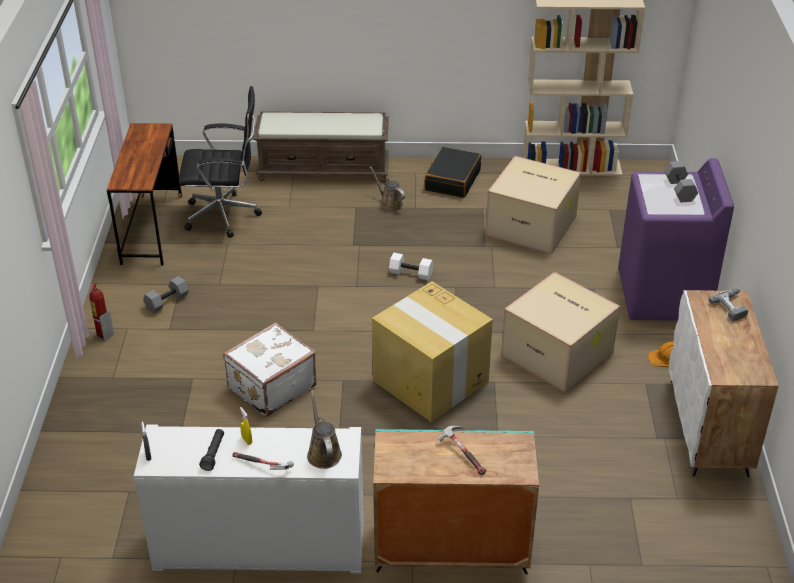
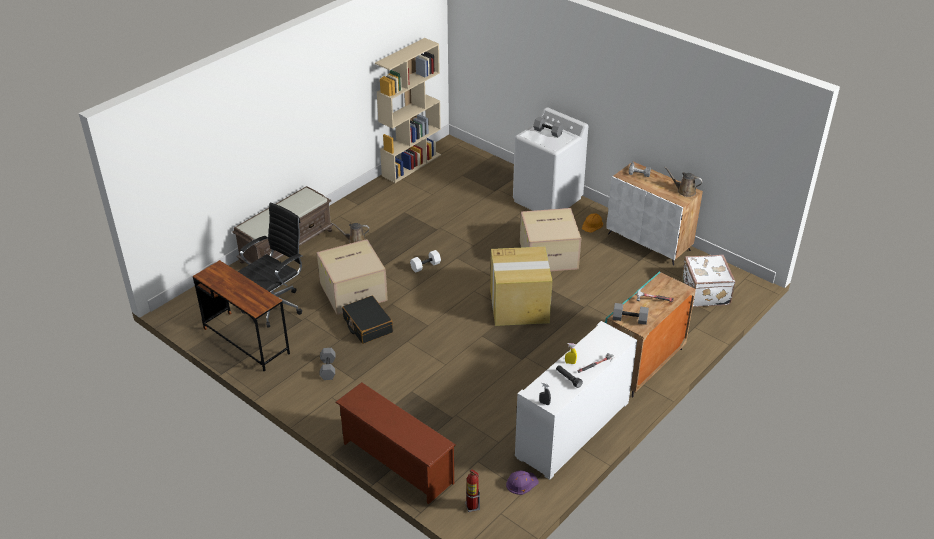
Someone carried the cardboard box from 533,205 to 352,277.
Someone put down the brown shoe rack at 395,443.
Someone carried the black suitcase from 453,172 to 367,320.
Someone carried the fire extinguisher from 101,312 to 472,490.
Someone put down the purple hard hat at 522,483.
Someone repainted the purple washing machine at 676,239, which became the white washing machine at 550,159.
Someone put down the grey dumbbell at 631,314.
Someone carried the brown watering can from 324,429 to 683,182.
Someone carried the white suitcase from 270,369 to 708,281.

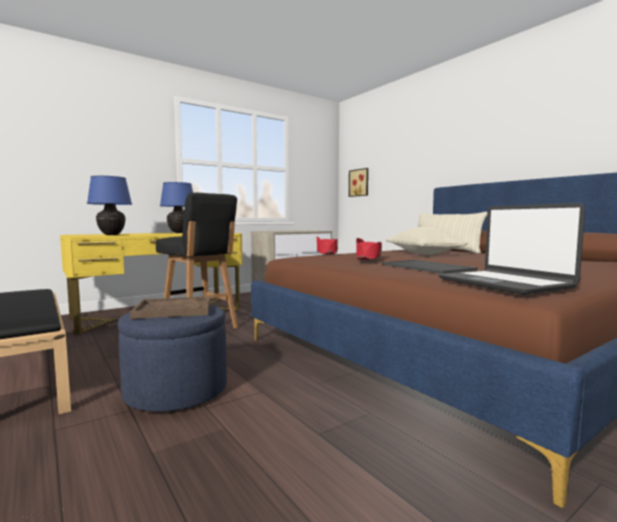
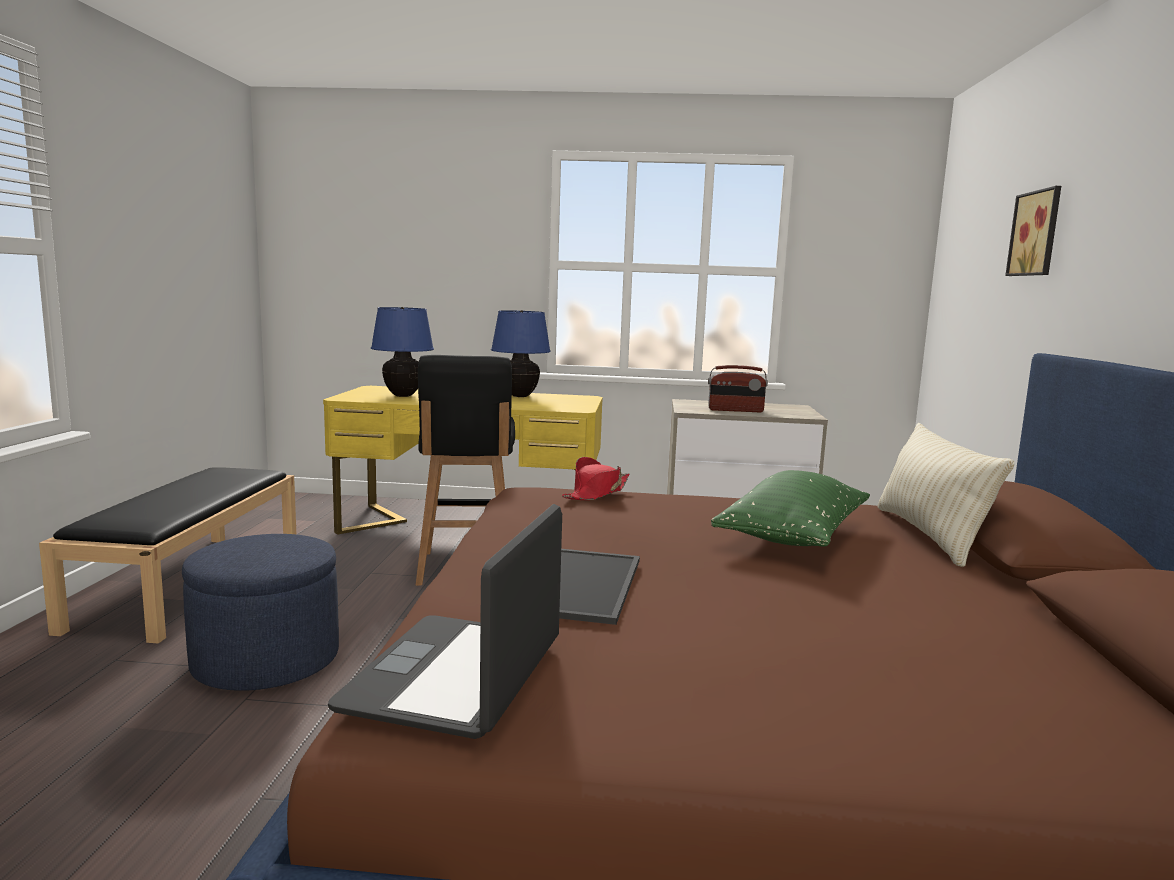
Someone put down the radio at 738,388.
Someone repainted the beige pillow at 426,241, which became the green pillow at 790,508.
Someone carried the picture from 358,182 to 1033,231.
Someone took away the brown tray at 170,308.
Someone took away the red hat at 369,249.

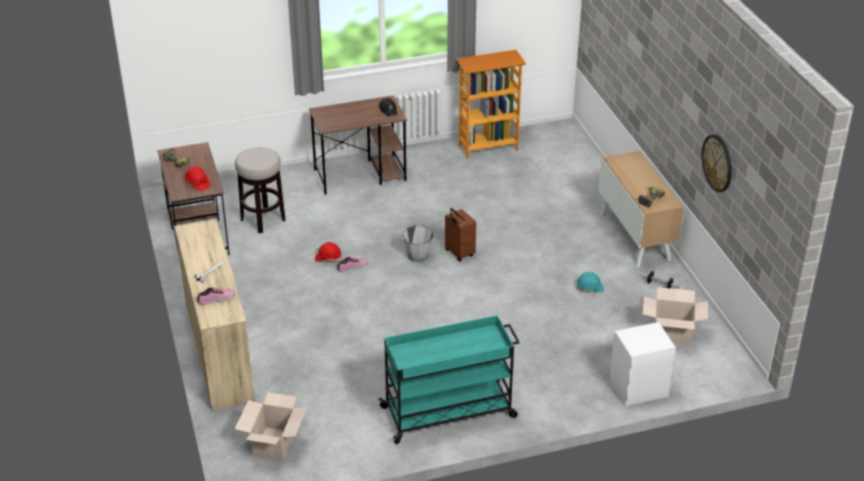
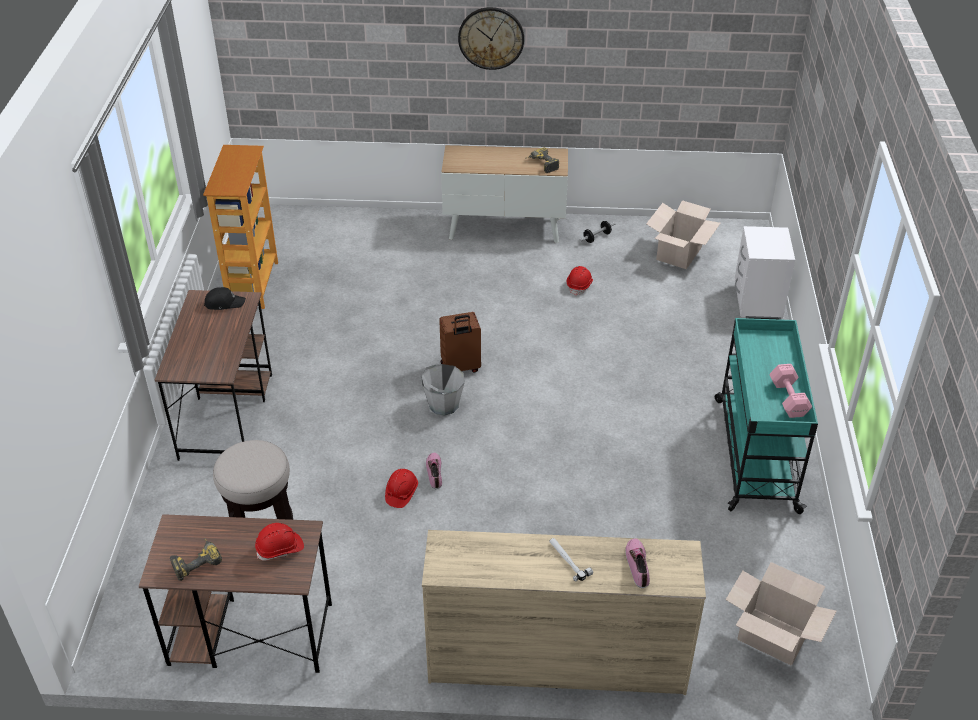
Someone carried the wall clock from 717,163 to 491,38.
Someone repainted the turquoise hard hat at 590,282, which became the red hard hat at 580,281.
Someone put down the pink dumbbell at 790,391.

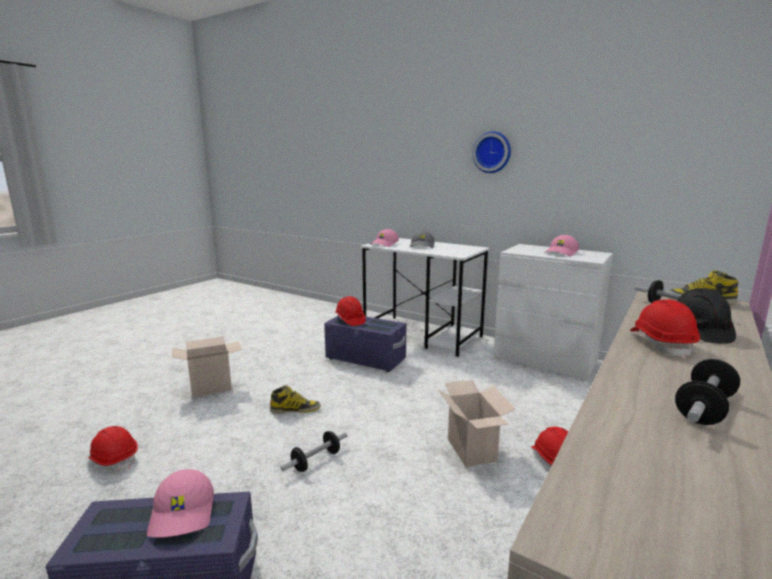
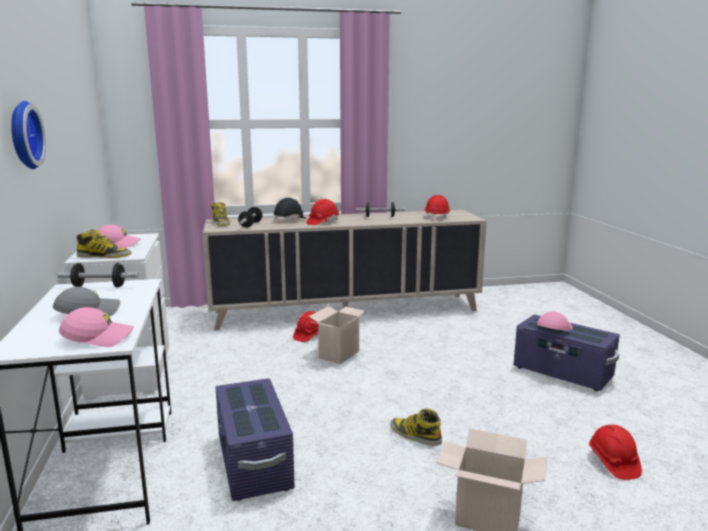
Someone carried the dumbbell from 314,451 to 98,275.
Someone put down the boot at 104,243.
Someone carried the red hard hat from 350,311 to 437,208.

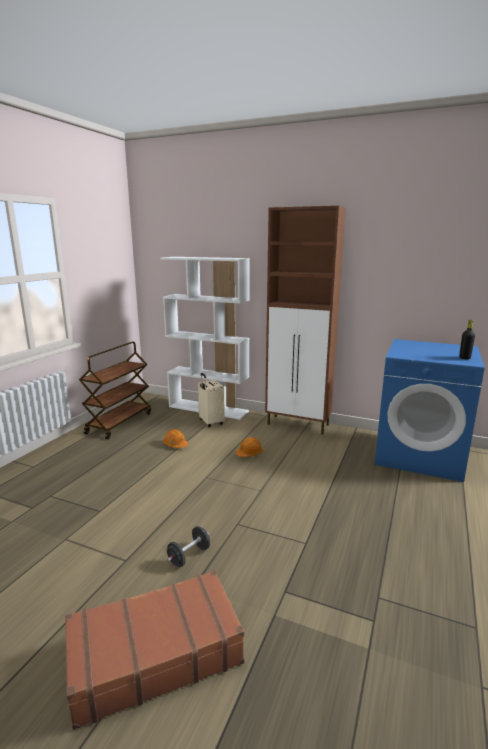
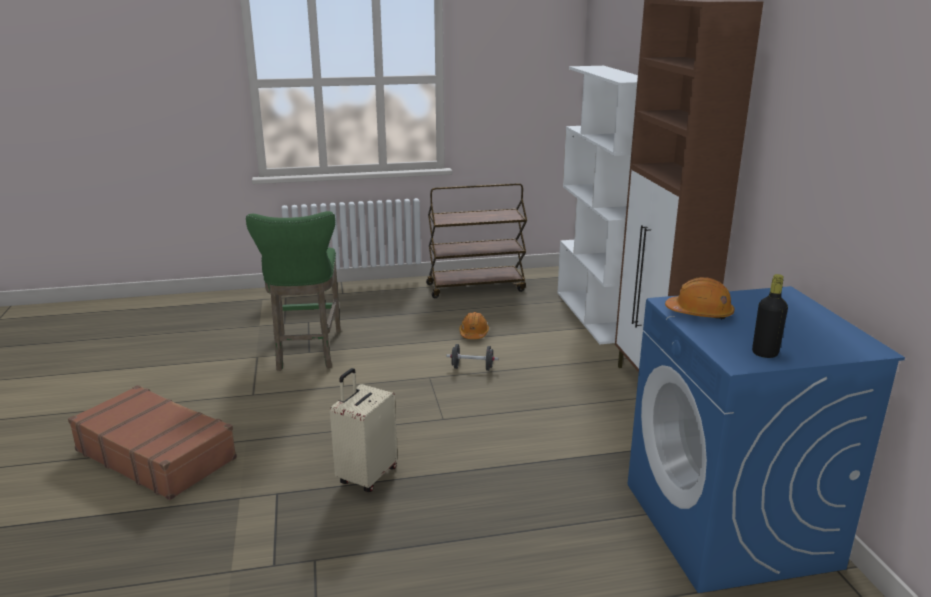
Someone put down the green stool at 293,291.
Someone carried the beige suitcase from 211,400 to 363,430.
Someone carried the black dumbbell from 188,546 to 472,357.
Someone carried the orange hard hat from 249,447 to 700,298.

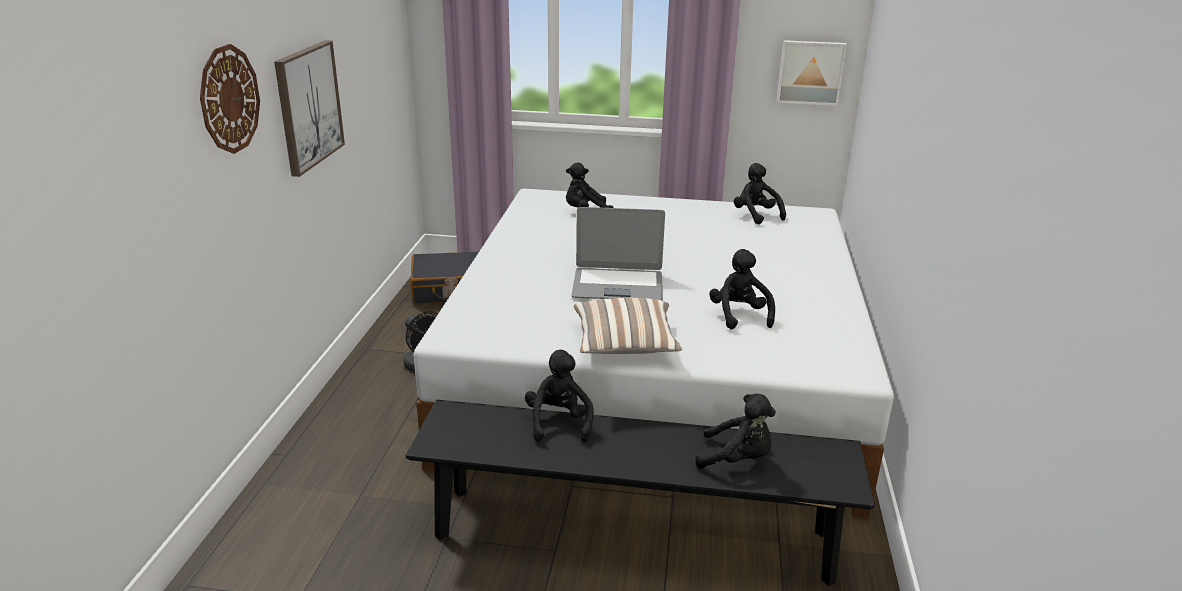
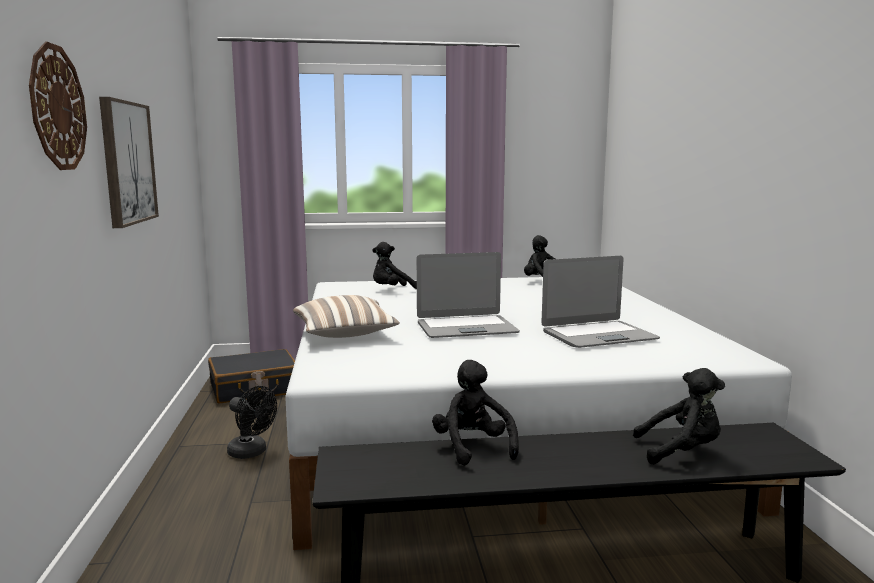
Someone carried the pillow from 628,326 to 346,316.
Someone swapped the black plush toy at 742,289 for the laptop at 600,302.
Someone took away the picture at 812,73.

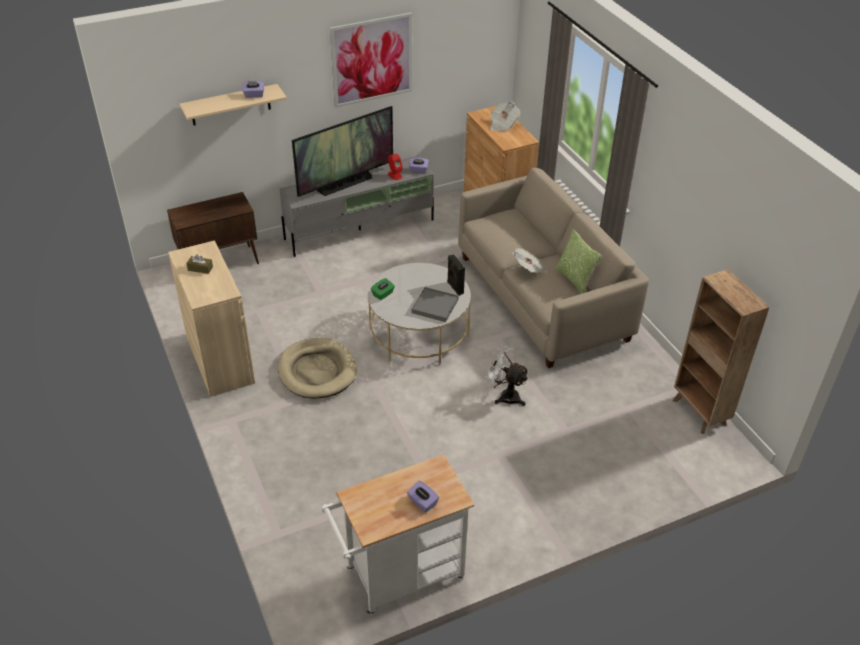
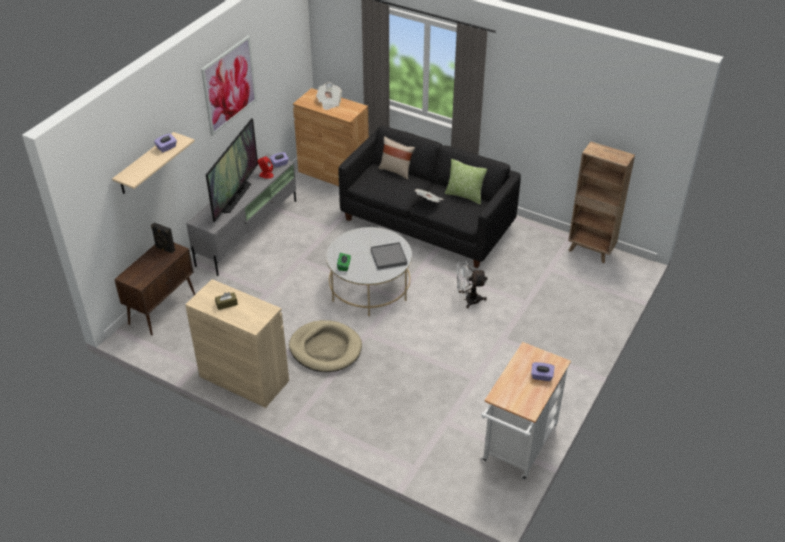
Someone carried the black speaker from 456,275 to 163,238.
Someone repainted the beige sofa at 553,268, which became the black sofa at 430,197.
Someone put down the beige pillow at 396,158.

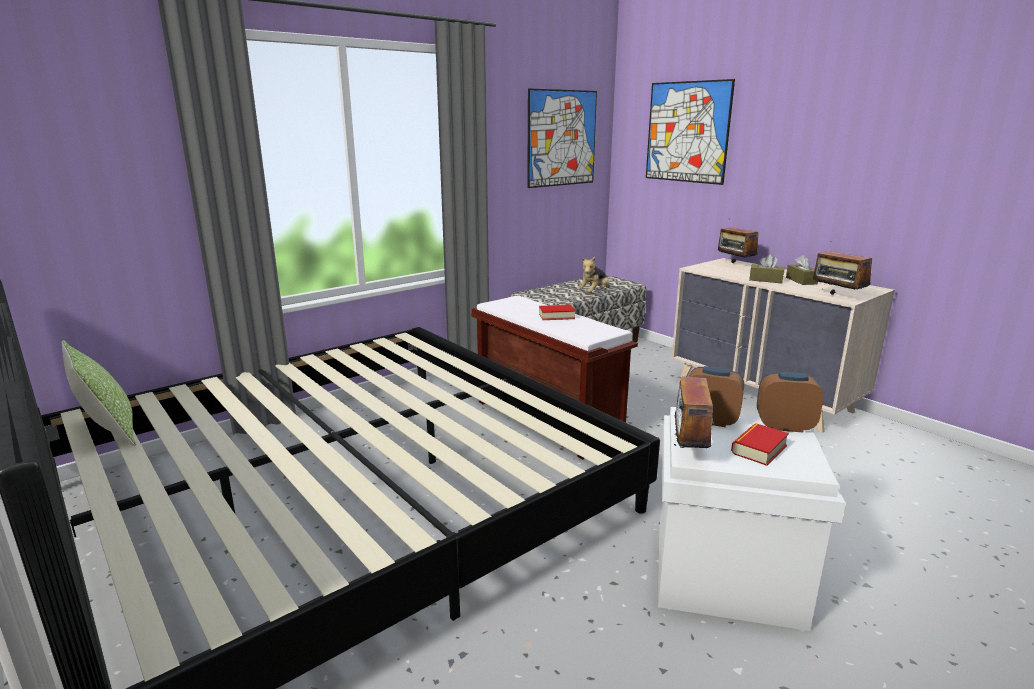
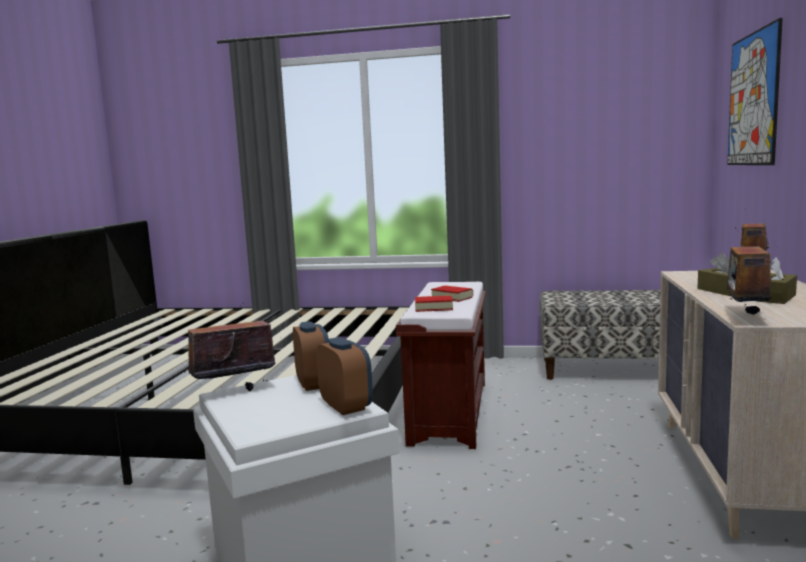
Someone carried the book from 760,444 to 434,303.
Someone took away the pillow at 98,393.
Someone took away the picture at 562,138.
Someone took away the plush toy at 593,275.

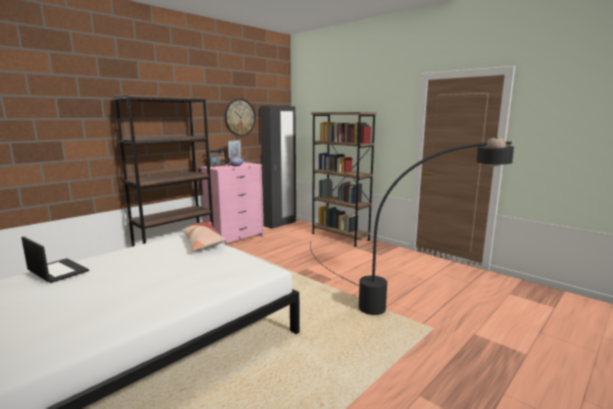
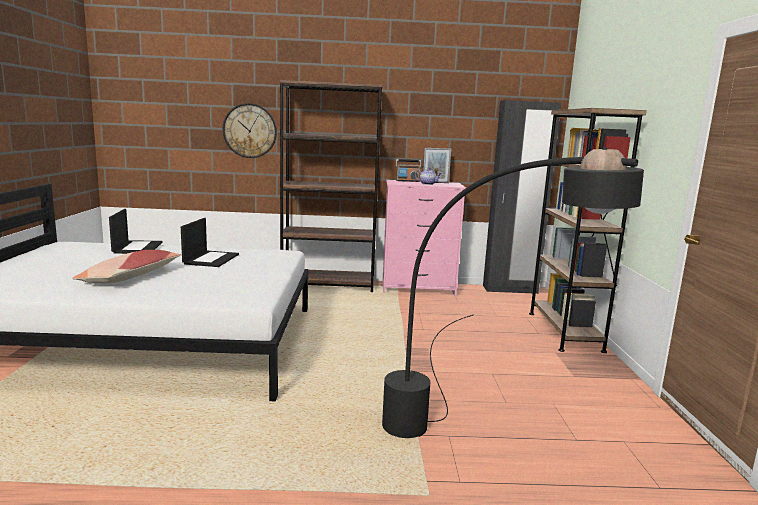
Someone carried the pillow from 203,236 to 126,267.
Someone put down the laptop at 210,242.
Someone carried the wall clock from 240,117 to 250,130.

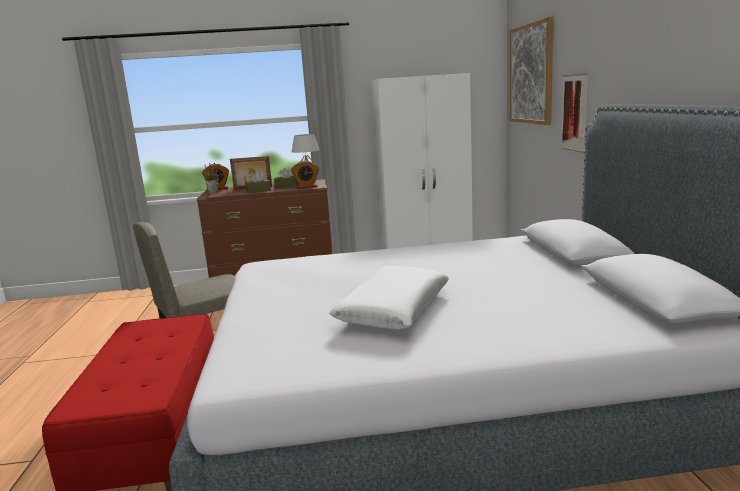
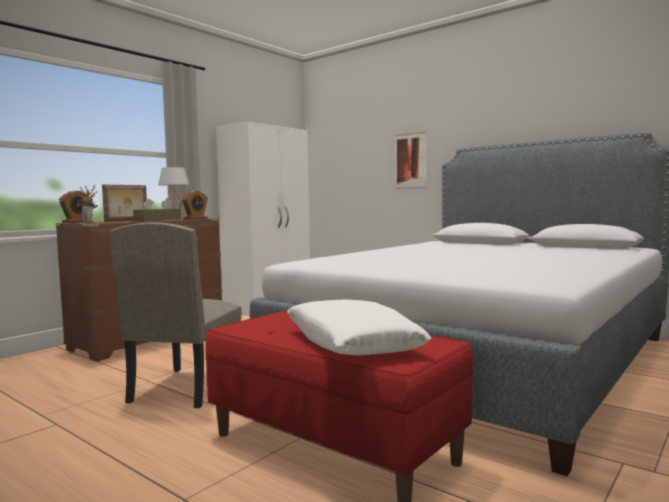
Someone carried the white pillow from 389,298 to 359,327.
Someone took away the picture at 532,70.

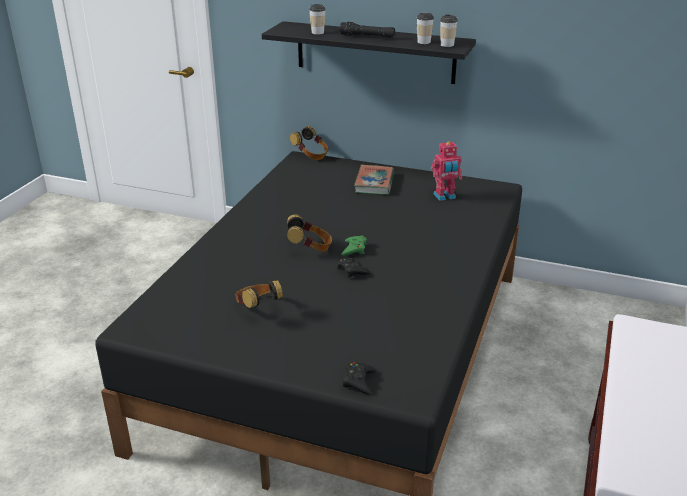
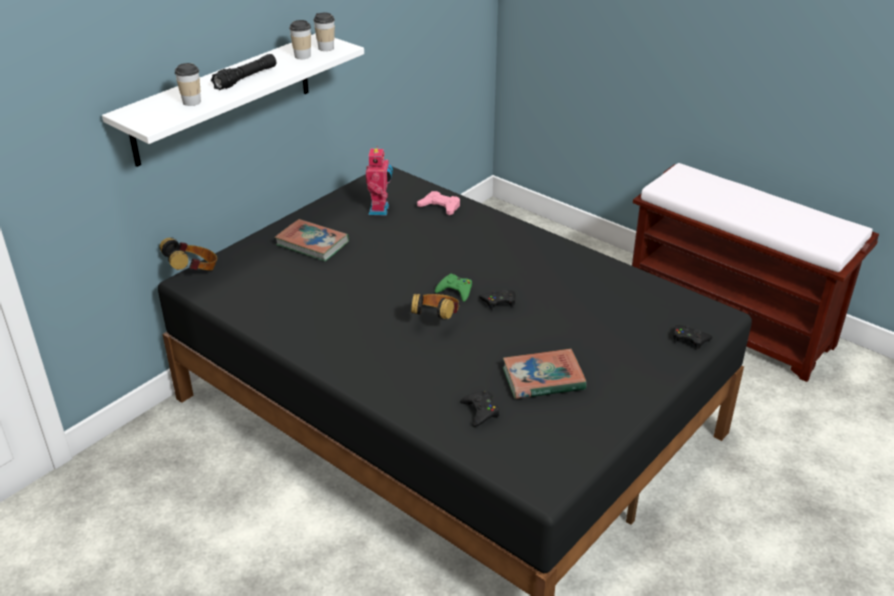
Someone repainted the black shelf at 369,52, which became the white shelf at 233,100.
Someone put down the pink game controller at 438,203.
Someone put down the black game controller at 479,409.
Someone swapped the headphones at 259,294 for the book at 544,373.

